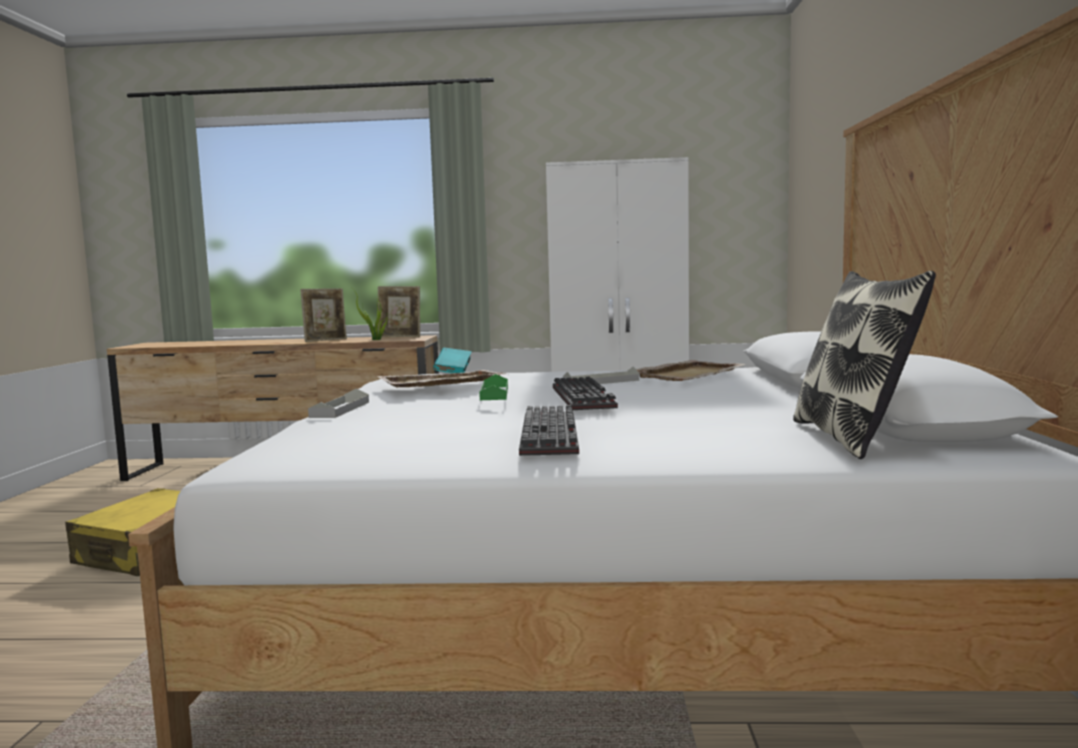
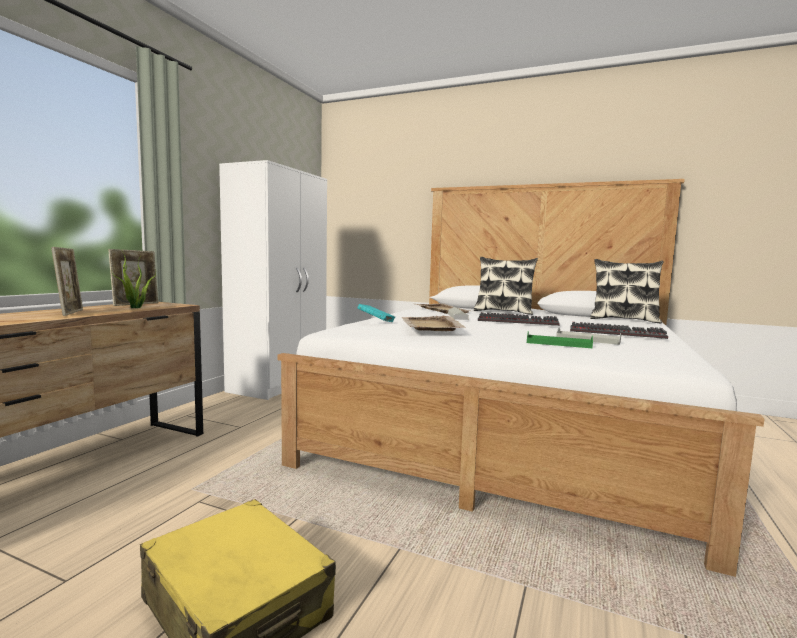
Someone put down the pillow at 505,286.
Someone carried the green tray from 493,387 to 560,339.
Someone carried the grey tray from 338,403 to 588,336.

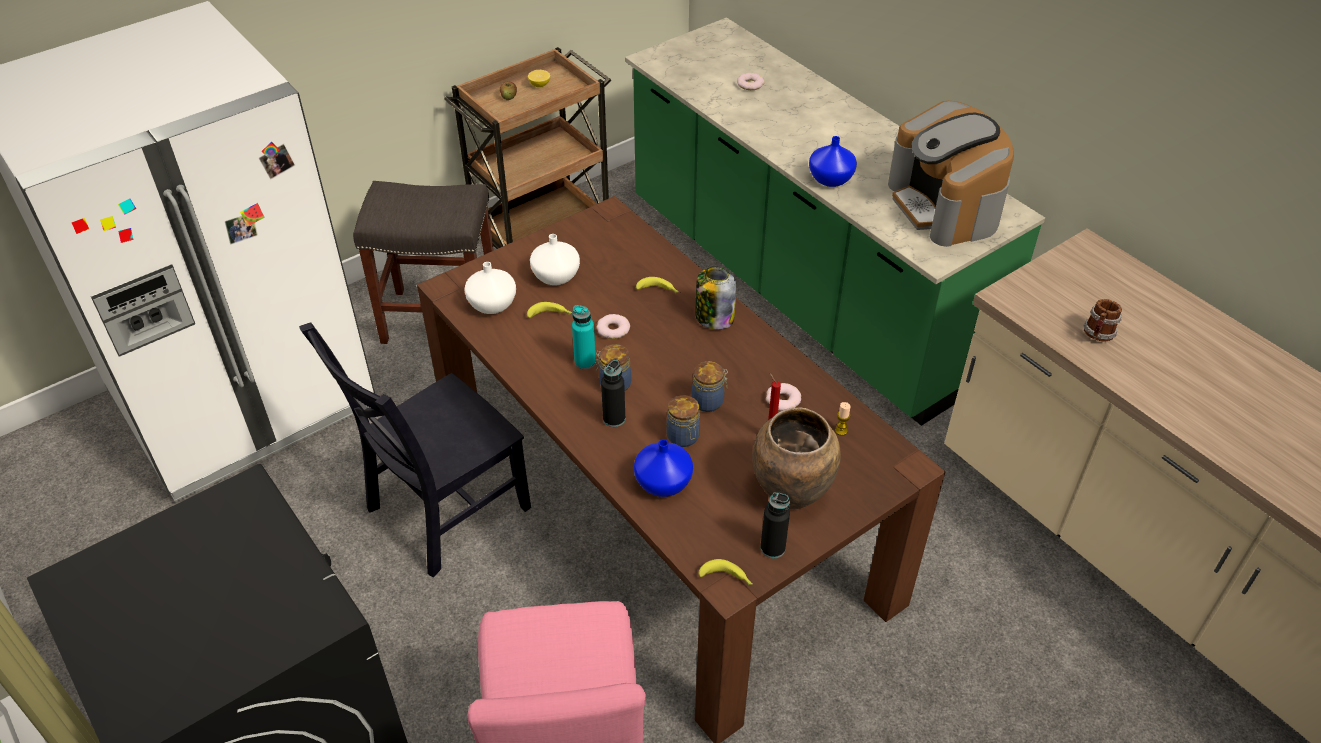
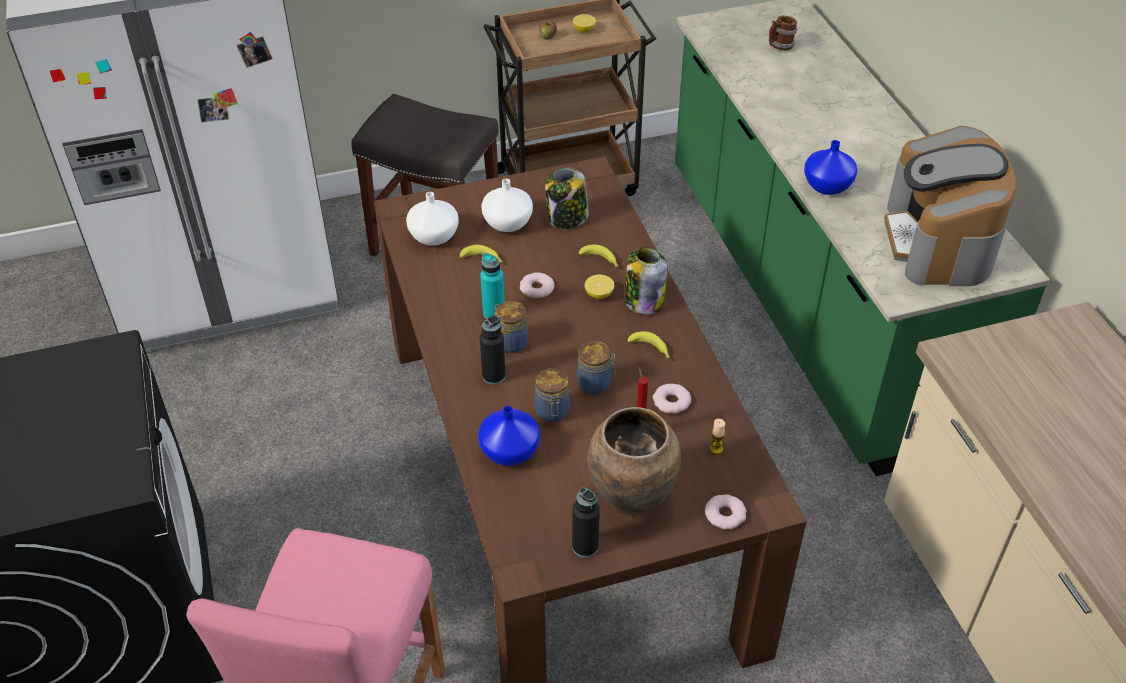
Someone put down the jar at 567,198.
Someone put down the lemon at 599,287.
Someone carried the banana from 725,572 to 649,344.
Someone carried the donut from 751,81 to 726,512.
Someone carried the mug from 1102,320 to 783,33.
Someone took away the black chair at 415,449.

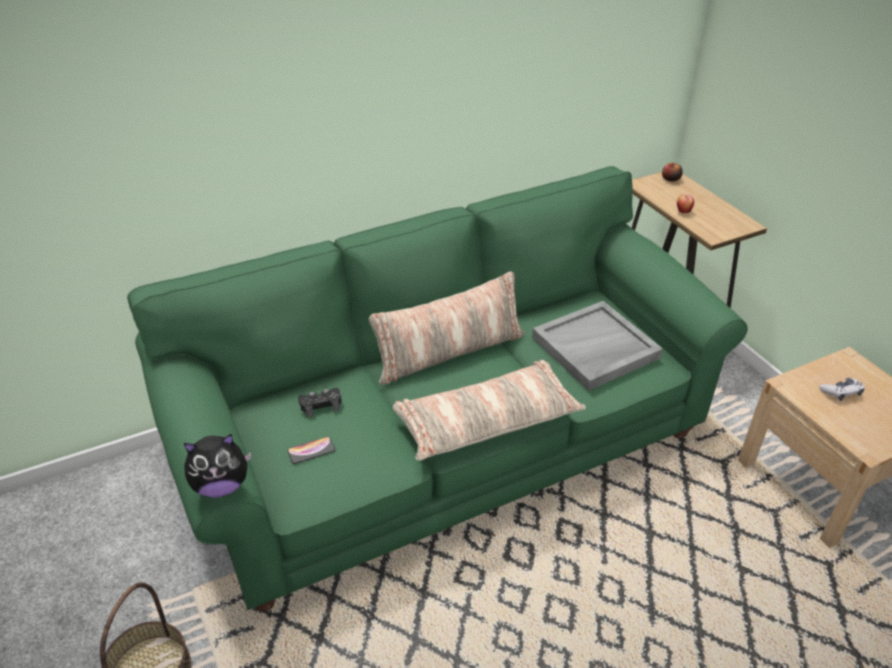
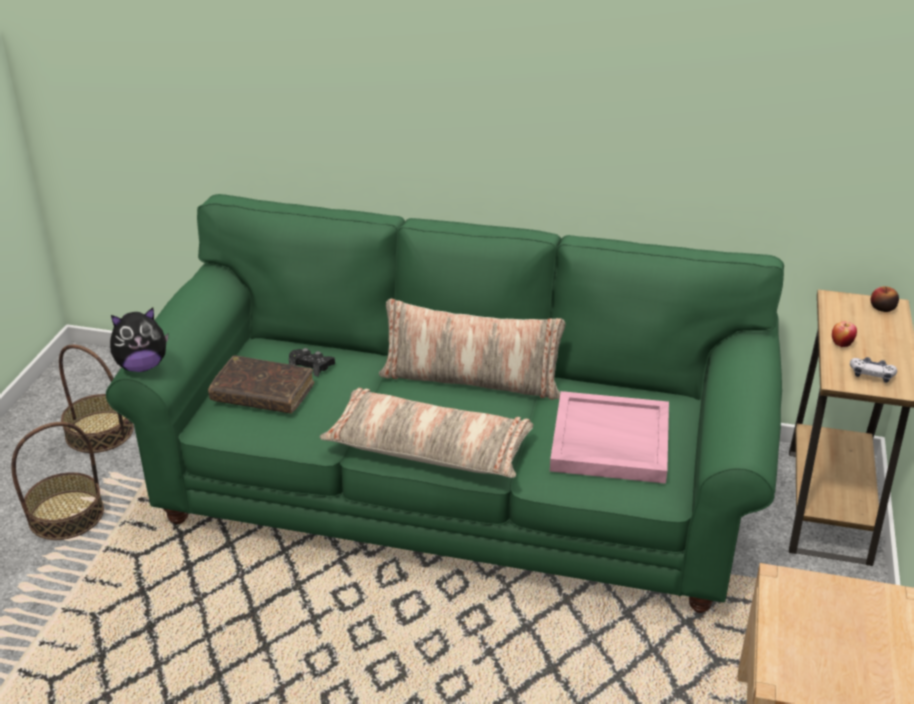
Someone put down the basket at 96,399.
Someone rotated the plush toy at 217,466 by 45 degrees counterclockwise.
Someone swapped the phone at 311,450 for the brown book at 261,384.
Someone repainted the grey tray at 597,346, which became the pink tray at 609,437.
Someone carried the game controller from 842,389 to 873,370.

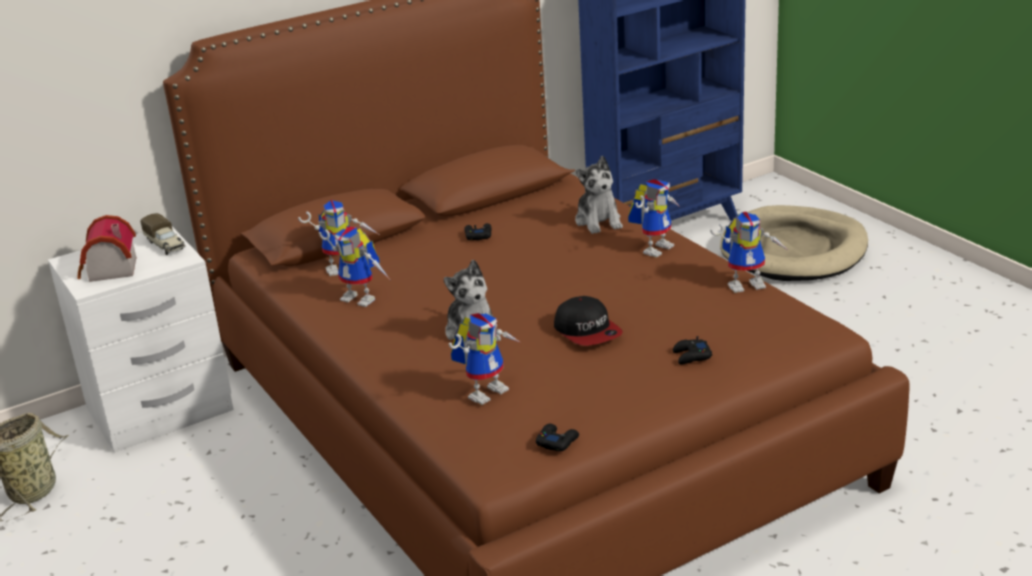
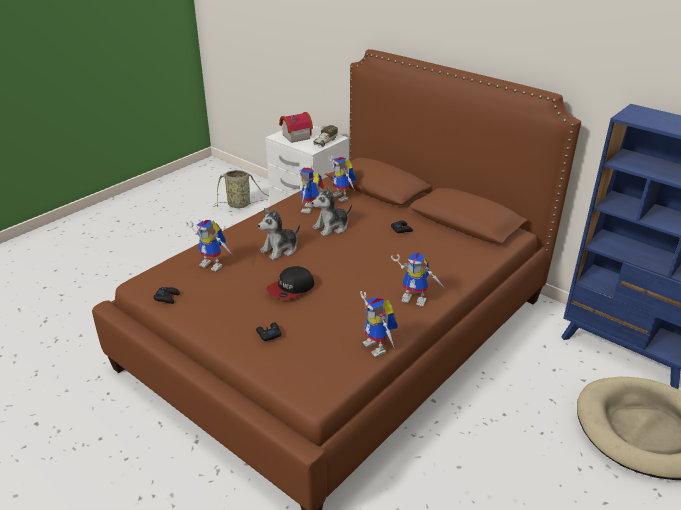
Someone carried the plush toy from 599,195 to 332,211.

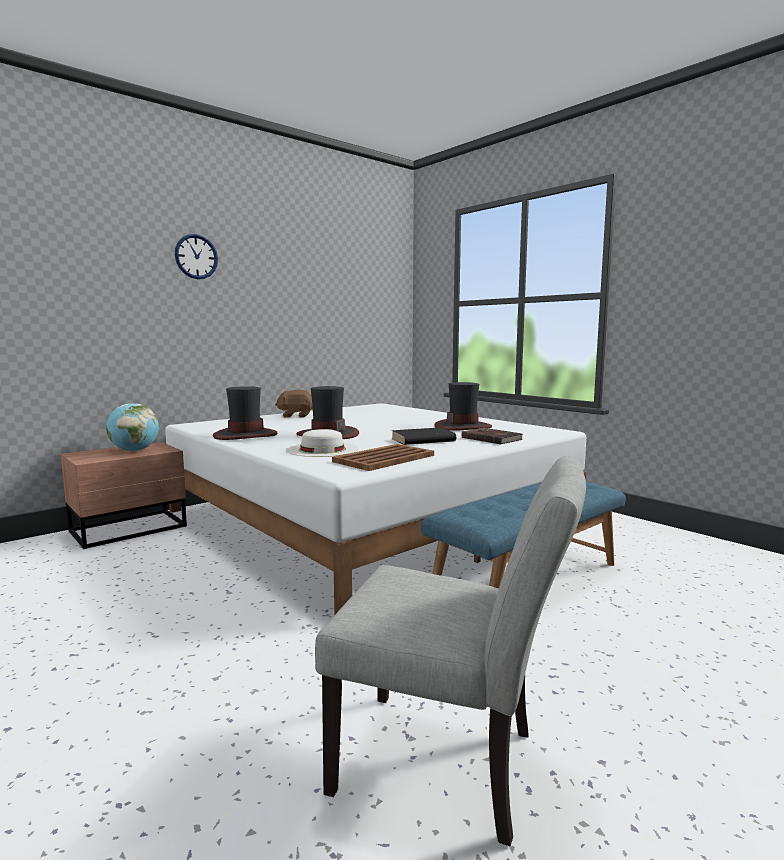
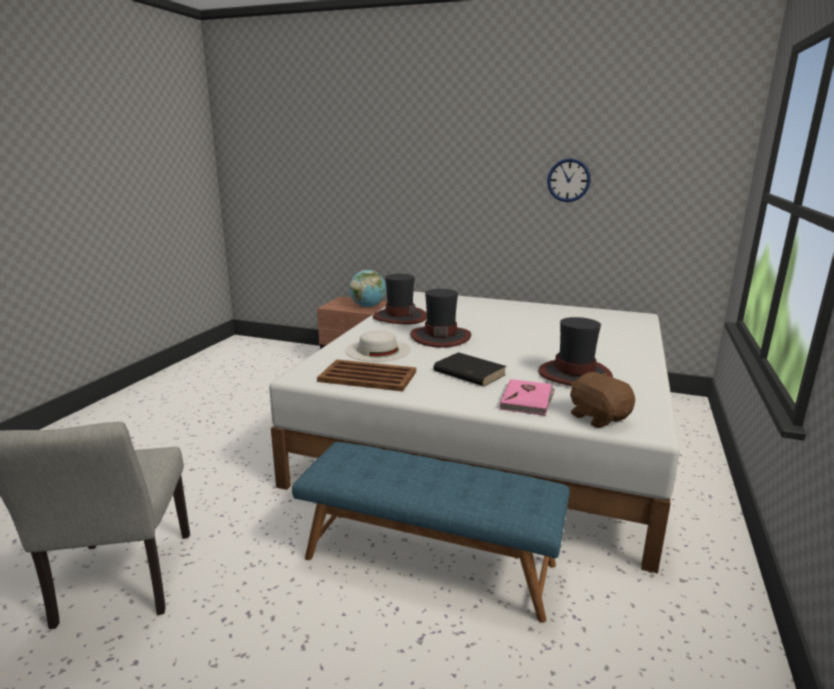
Someone repainted the brown book at 492,436, which became the pink book at 527,397.
Someone carried the wall clock from 196,256 to 569,180.
Someone carried the brown plush toy from 294,404 to 602,400.

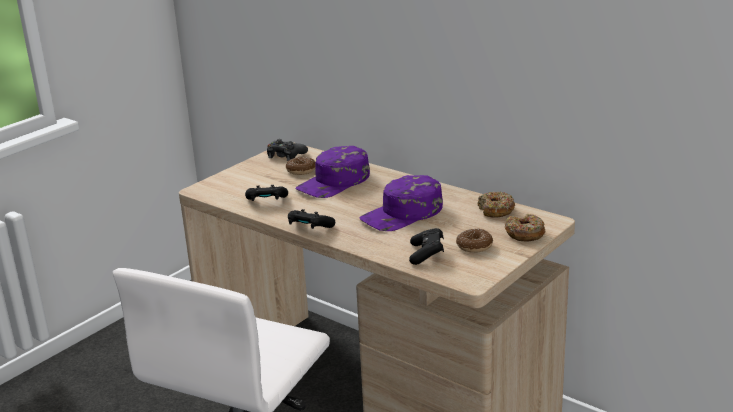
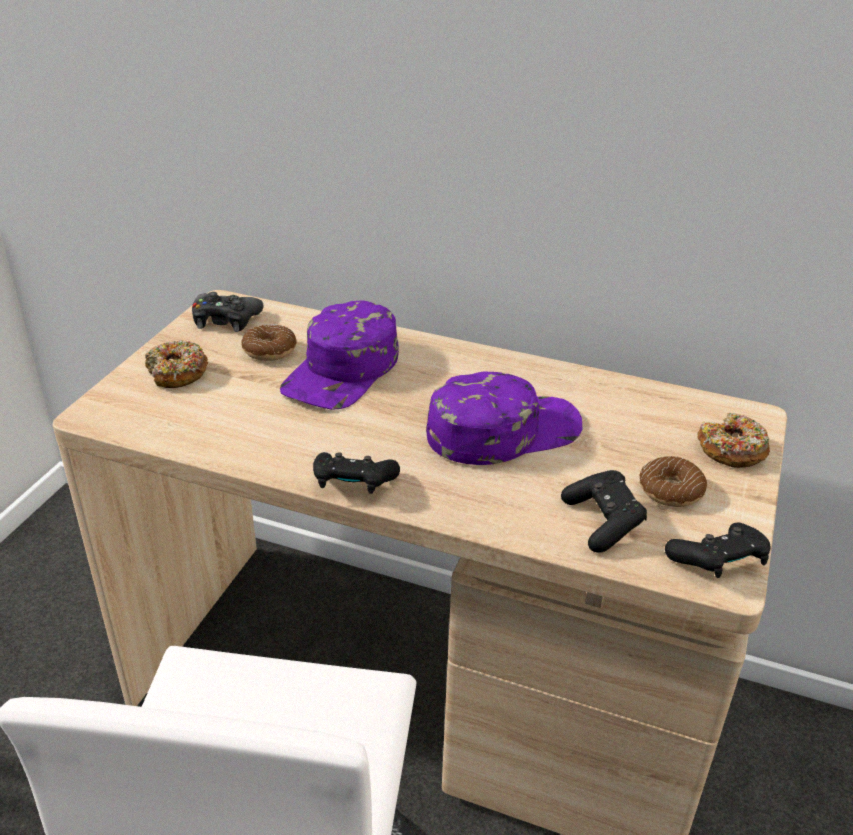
Someone carried the donut from 496,204 to 176,364.
Someone rotated the purple cap at 401,203 by 150 degrees counterclockwise.
Someone carried the black game controller from 266,193 to 718,550.

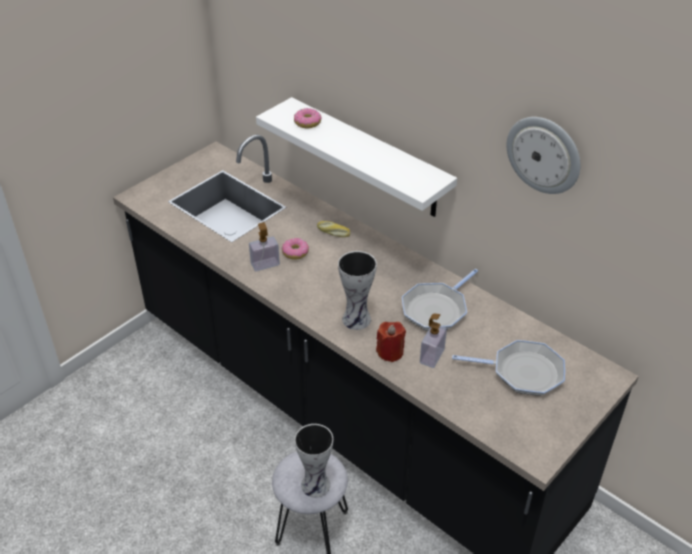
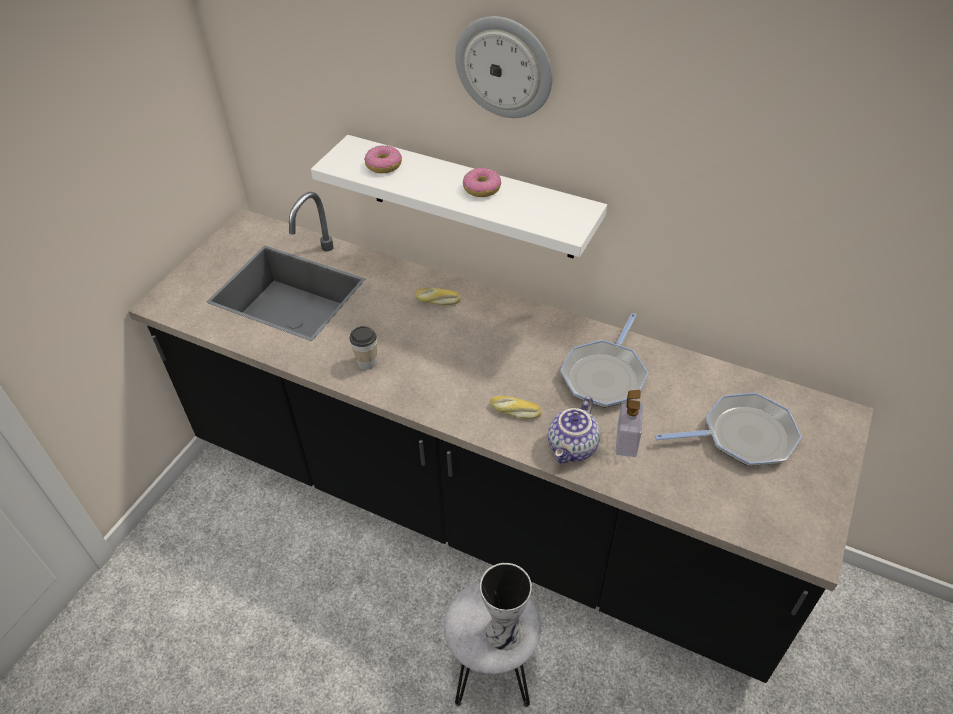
Someone swapped the soap dispenser at 264,246 for the cup at 363,348.
Someone carried the wall clock from 543,155 to 504,67.
Someone carried the donut from 295,249 to 482,182.
Someone swapped the vase at 357,290 for the bread at 516,407.
Someone swapped the red candle at 391,342 for the teapot at 574,430.

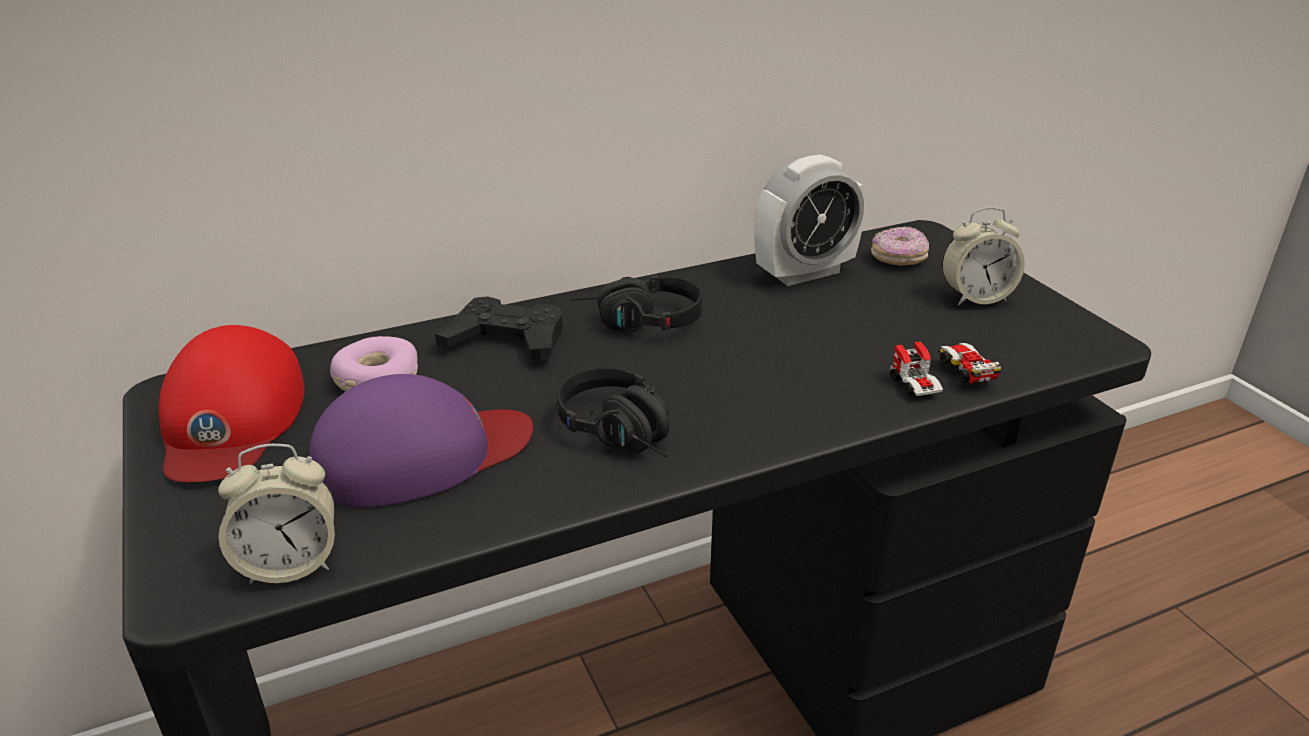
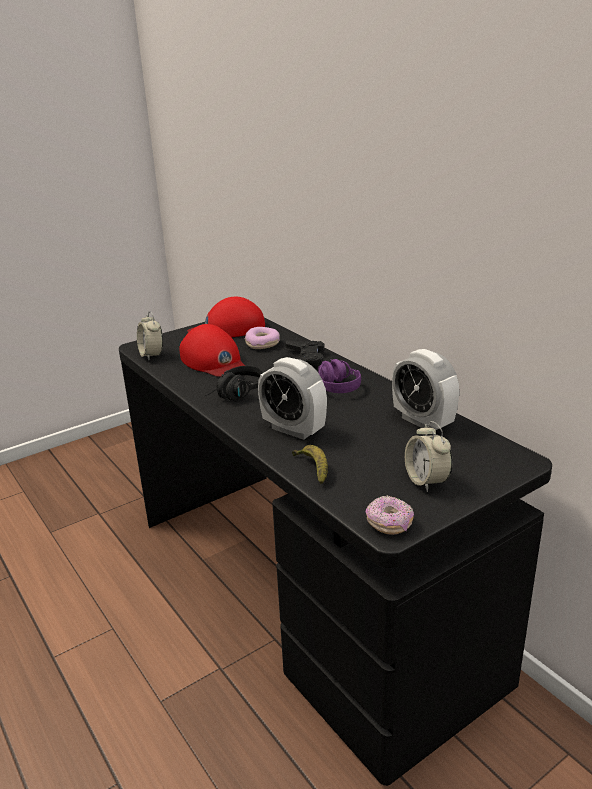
Someone repainted the purple cap at 421,441, which became the red cap at 212,350.
Someone put down the alarm clock at 292,398.
Someone swapped the toy car at 945,368 for the banana at 310,464.
Someone repainted the black headphones at 636,304, which became the purple headphones at 339,376.
Someone carried the donut from 900,246 to 389,515.

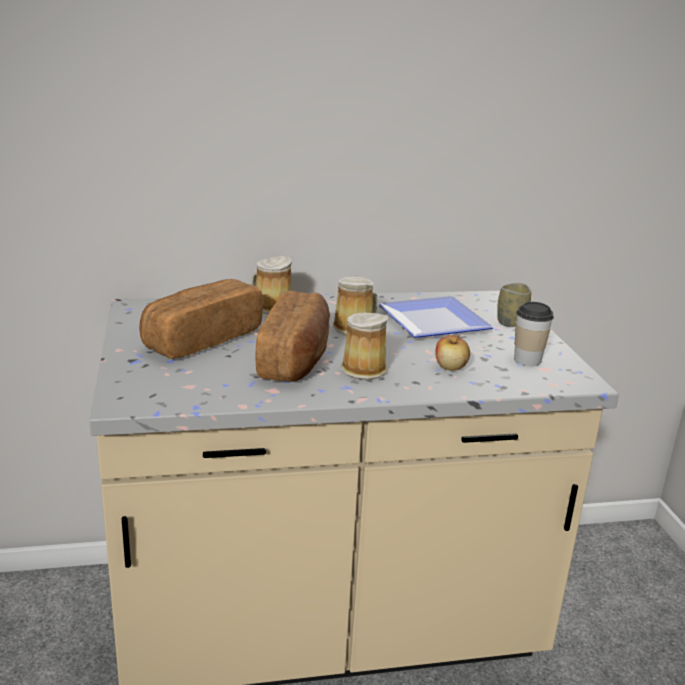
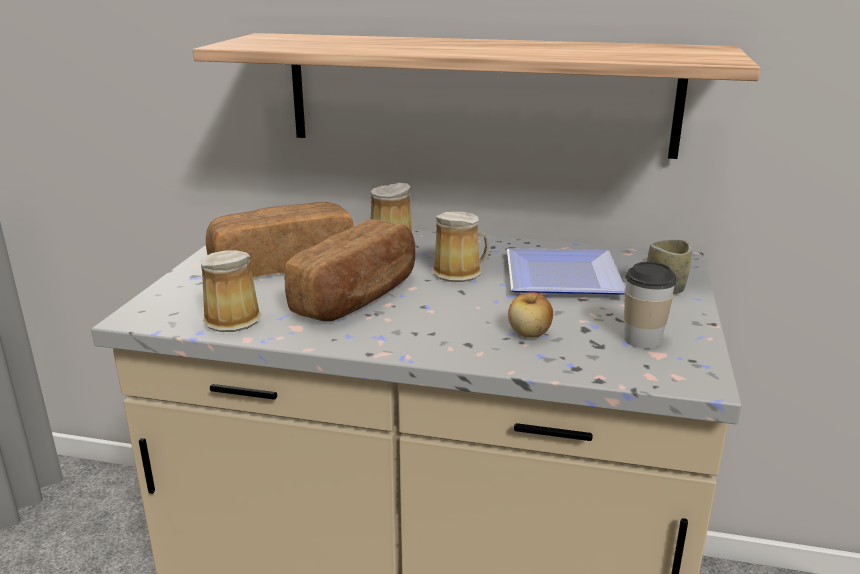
Someone put up the shelf at 477,96.
Someone carried the mug from 364,346 to 230,291.

